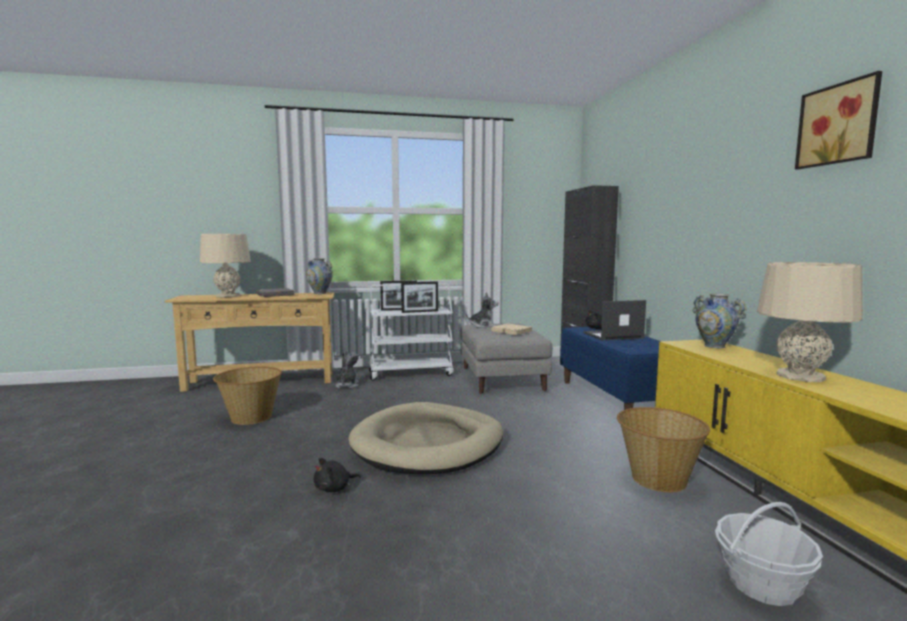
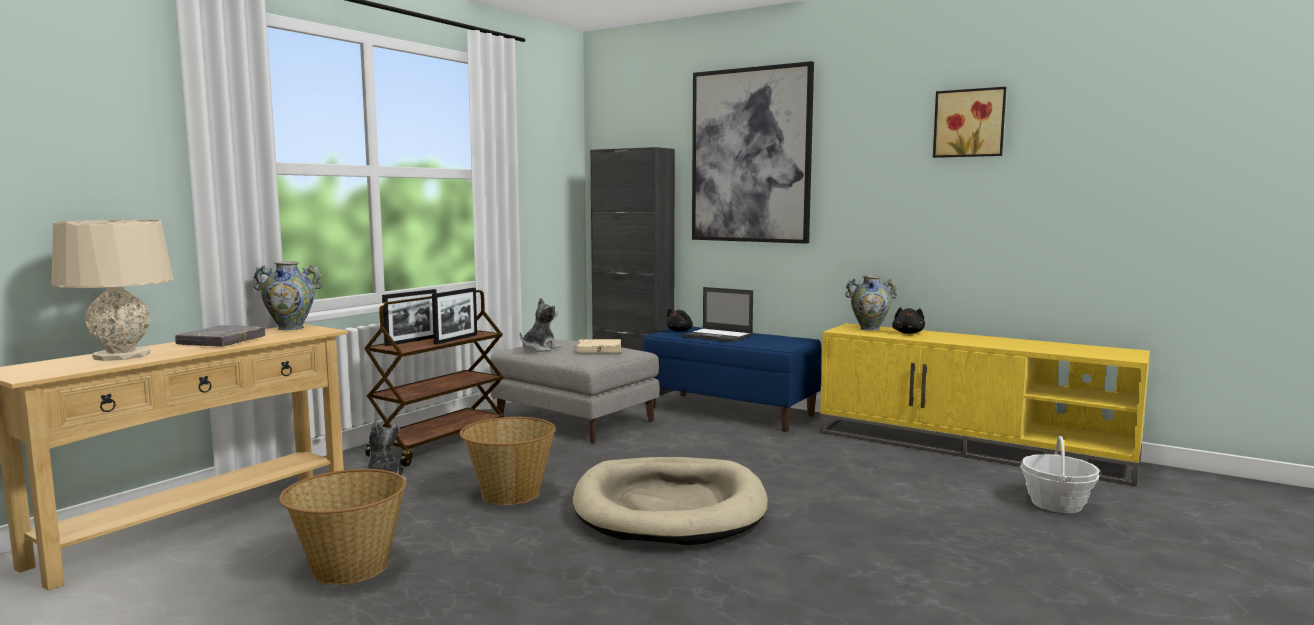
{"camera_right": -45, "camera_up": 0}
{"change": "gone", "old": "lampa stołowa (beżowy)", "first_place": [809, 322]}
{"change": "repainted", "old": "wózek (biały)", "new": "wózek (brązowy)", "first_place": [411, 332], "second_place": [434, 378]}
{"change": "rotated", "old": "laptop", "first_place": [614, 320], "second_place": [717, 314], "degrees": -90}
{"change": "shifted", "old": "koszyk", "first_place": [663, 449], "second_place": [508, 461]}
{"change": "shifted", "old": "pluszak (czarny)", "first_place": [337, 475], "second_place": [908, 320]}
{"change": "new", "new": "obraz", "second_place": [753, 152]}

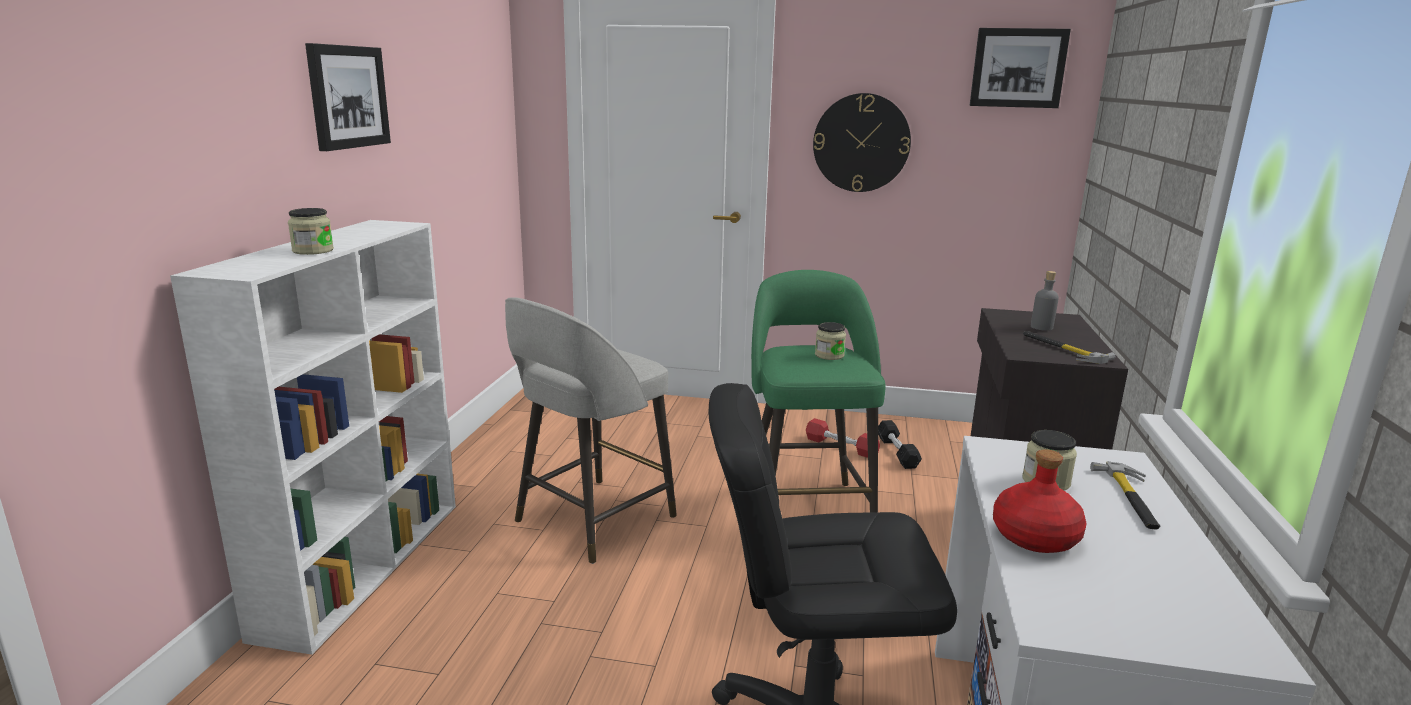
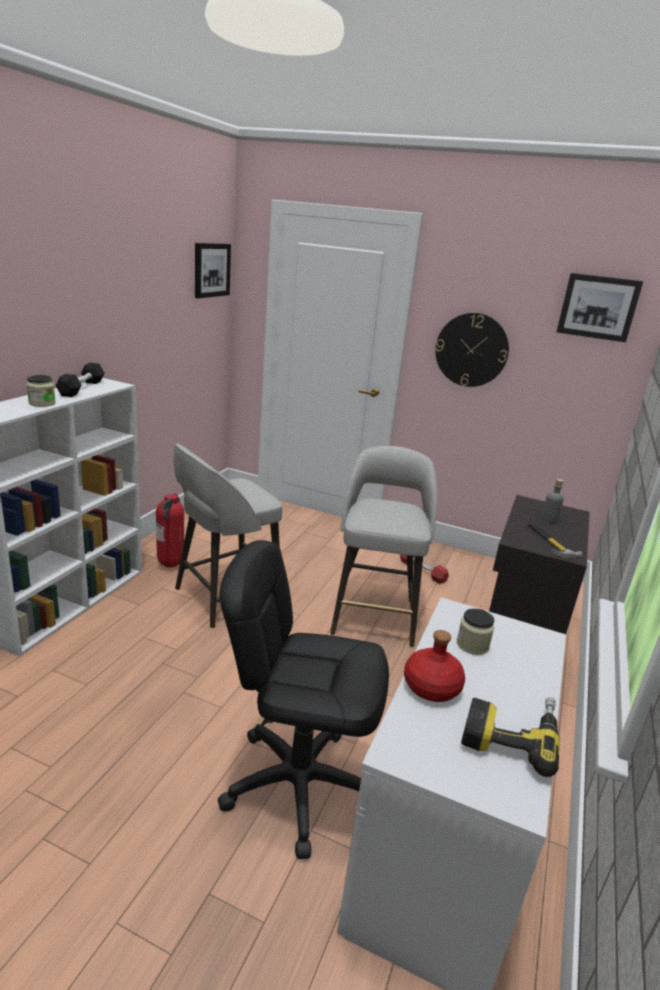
{"camera_right": 10, "camera_up": 5}
{"change": "shifted", "old": "obraz", "first_place": [348, 97], "second_place": [213, 270]}
{"change": "repainted", "old": "stołek (zielony)", "new": "stołek (szary)", "first_place": [818, 391], "second_place": [383, 546]}
{"change": "gone", "old": "słoik", "first_place": [830, 341]}
{"change": "shifted", "old": "hantel (czarny)", "first_place": [900, 444], "second_place": [80, 380]}
{"change": "gone", "old": "młotek", "first_place": [1125, 496]}
{"change": "new", "new": "gaśnica", "second_place": [170, 530]}
{"change": "new", "new": "wiertarka", "second_place": [510, 737]}

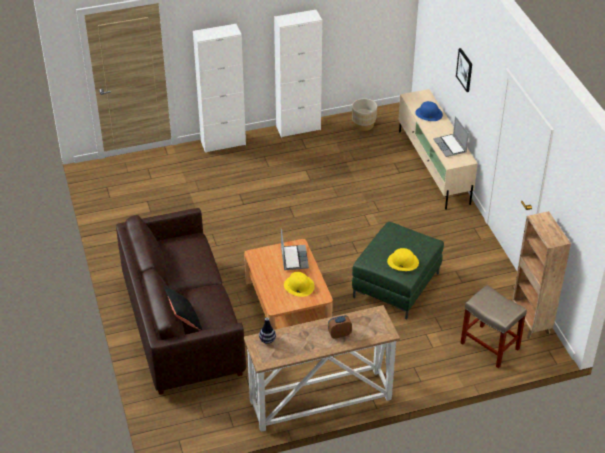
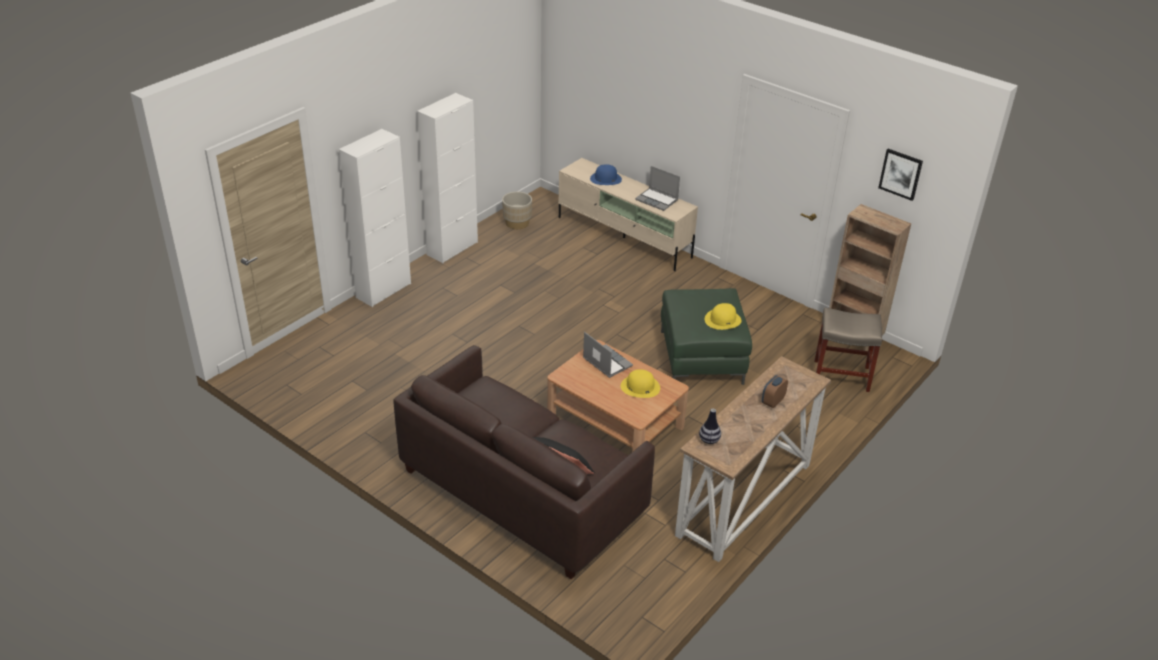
{"camera_right": -35, "camera_up": -5}
{"change": "shifted", "old": "obraz", "first_place": [464, 70], "second_place": [900, 175]}

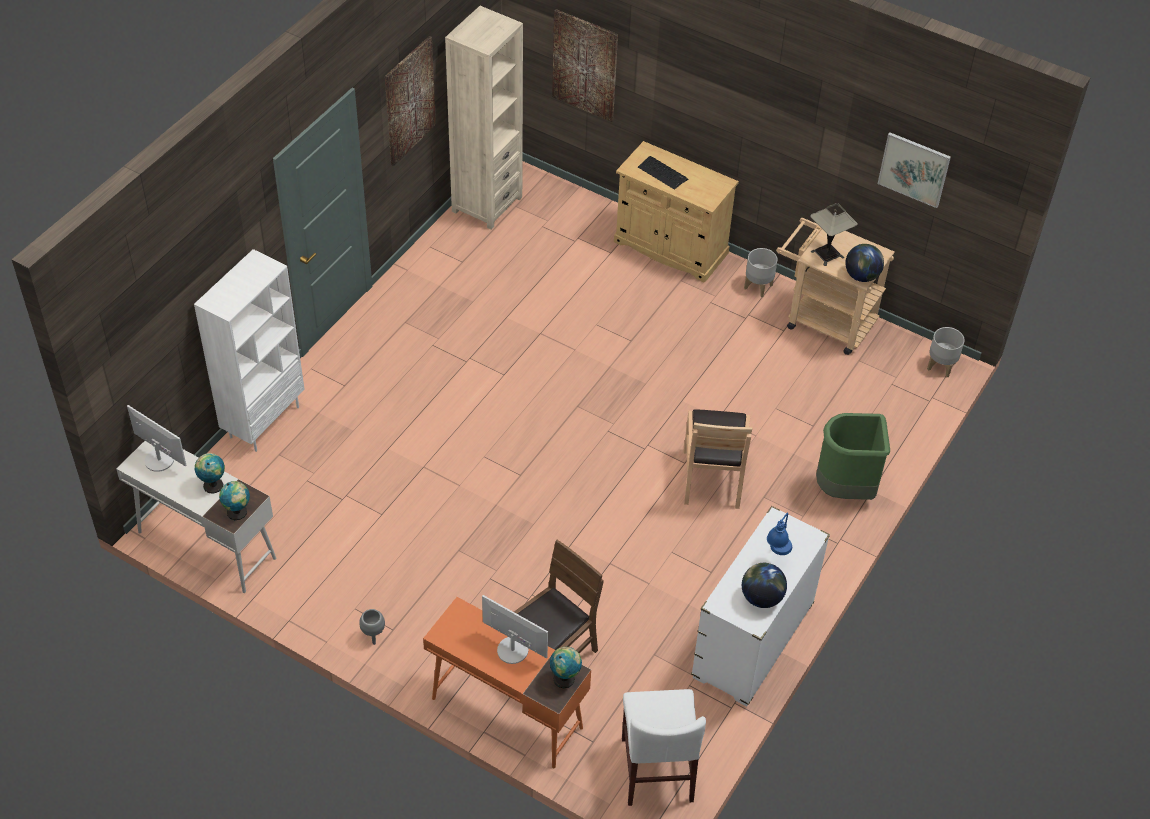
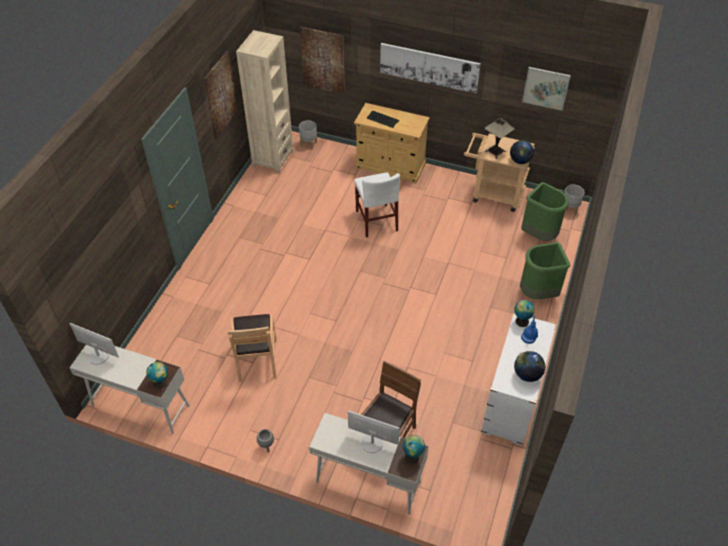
{"camera_right": -10, "camera_up": 0}
{"change": "shifted", "old": "donica (szary)", "first_place": [761, 272], "second_place": [308, 135]}
{"change": "gone", "old": "regał (biały)", "first_place": [249, 350]}
{"change": "shifted", "old": "krzesło (brązowy)", "first_place": [718, 459], "second_place": [252, 348]}
{"change": "shifted", "old": "globus", "first_place": [210, 473], "second_place": [524, 313]}
{"change": "repainted", "old": "biurko (pomarańczowy)", "new": "biurko (biały)", "first_place": [507, 682], "second_place": [369, 464]}
{"change": "shifted", "old": "krzesło (biały)", "first_place": [664, 747], "second_place": [377, 205]}
{"change": "new", "new": "obraz", "second_place": [430, 68]}
{"change": "new", "new": "kosz na śmieci (zielony)", "second_place": [545, 211]}

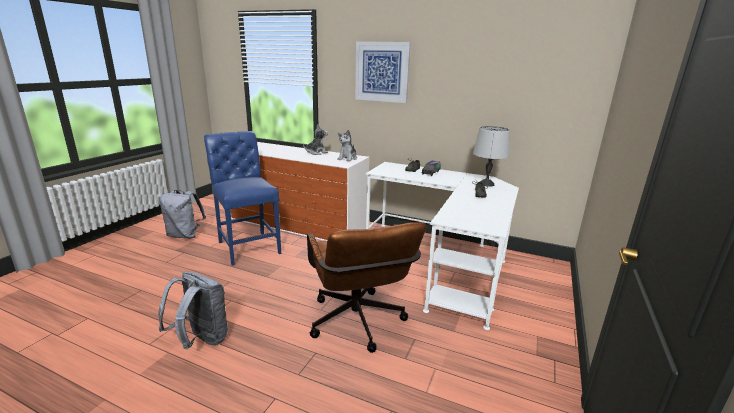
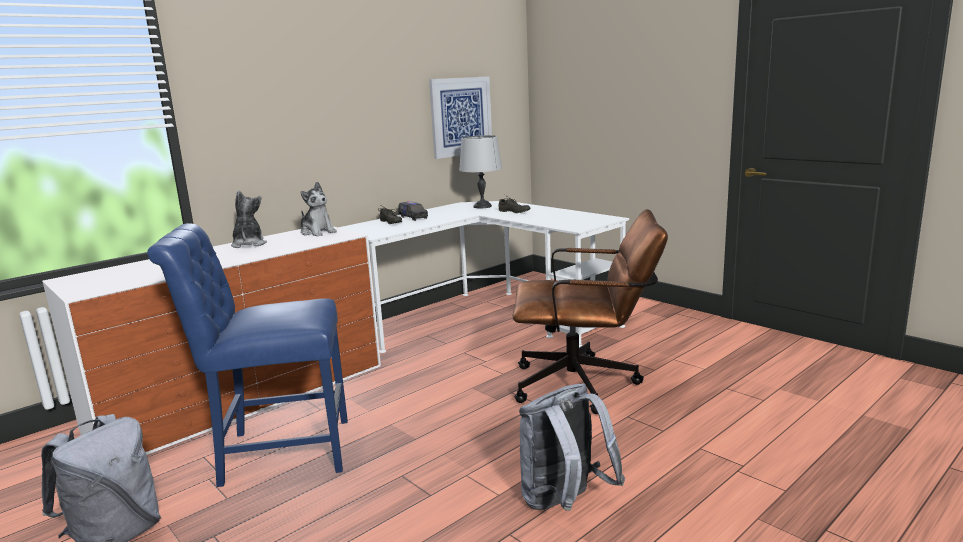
{"camera_right": -65, "camera_up": -5}
{"change": "shifted", "old": "obraz", "first_place": [383, 72], "second_place": [460, 117]}

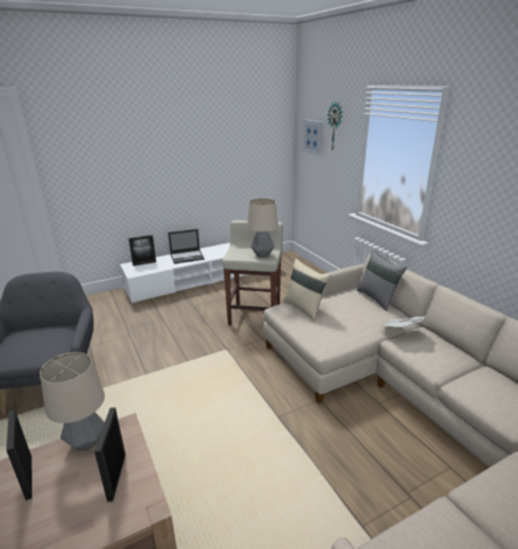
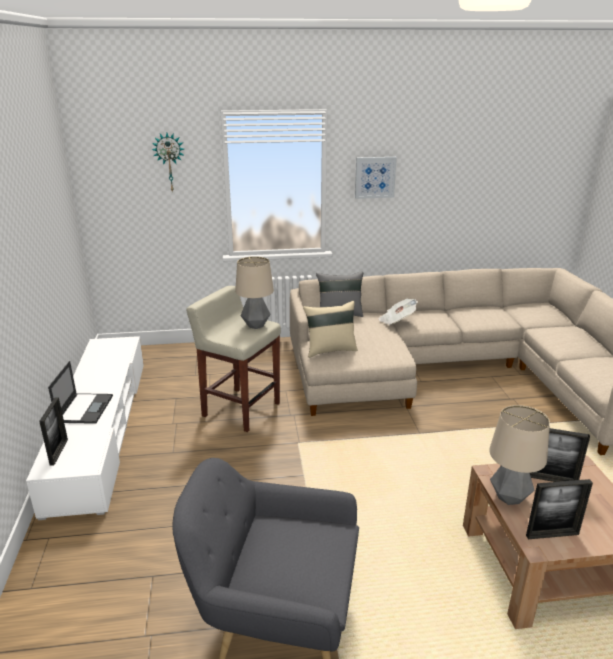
{"camera_right": -70, "camera_up": 0}
{"change": "shifted", "old": "obraz", "first_place": [312, 137], "second_place": [376, 178]}

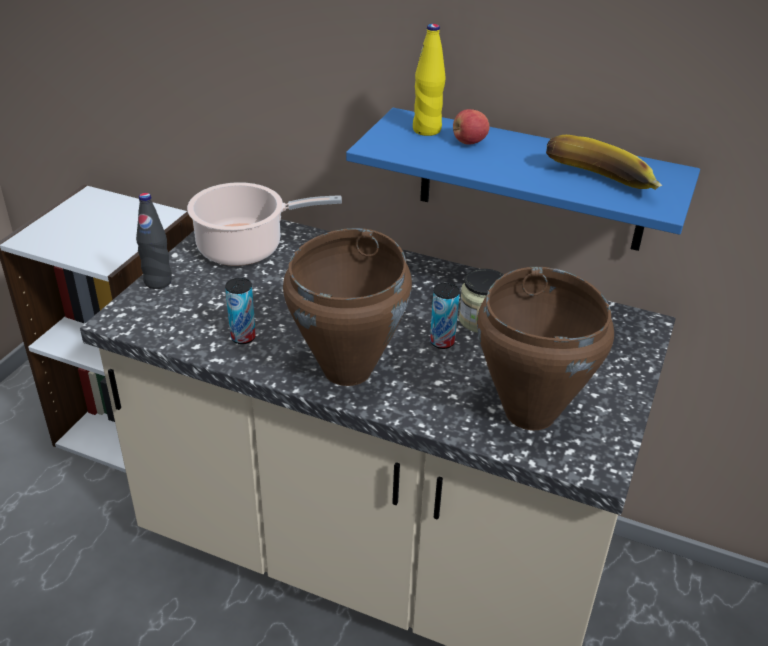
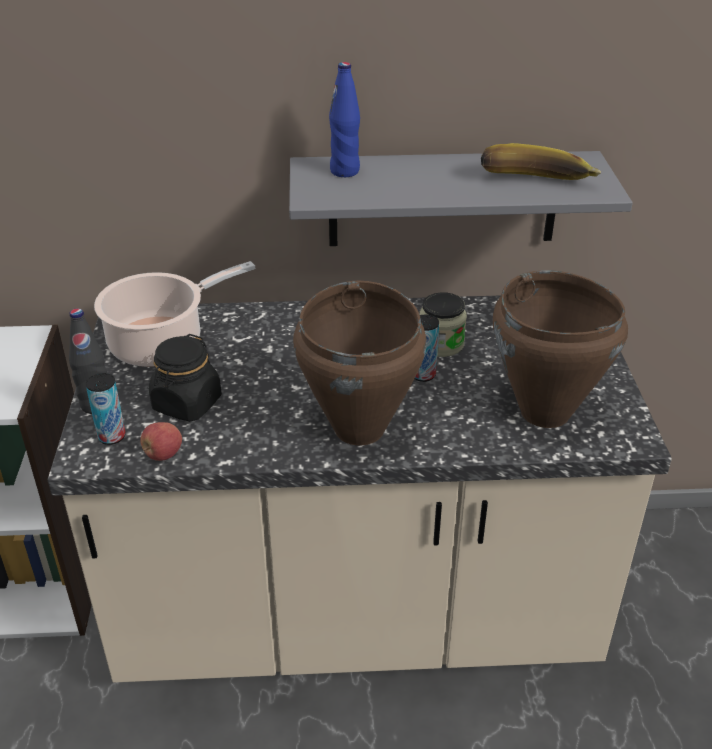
{"camera_right": -25, "camera_up": 0}
{"change": "repainted", "old": "butelka (żółty)", "new": "butelka (niebieski)", "first_place": [429, 80], "second_place": [344, 119]}
{"change": "repainted", "old": "półka (niebieski)", "new": "półka (szary)", "first_place": [523, 179], "second_place": [461, 198]}
{"change": "shifted", "old": "jabłko", "first_place": [471, 127], "second_place": [161, 441]}
{"change": "shifted", "old": "puszka", "first_place": [240, 311], "second_place": [105, 409]}
{"change": "new", "new": "słoik (czarny)", "second_place": [185, 378]}

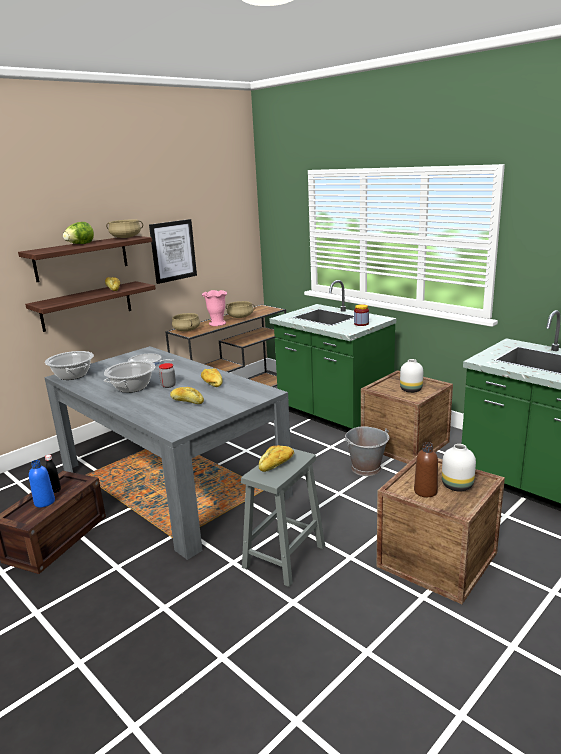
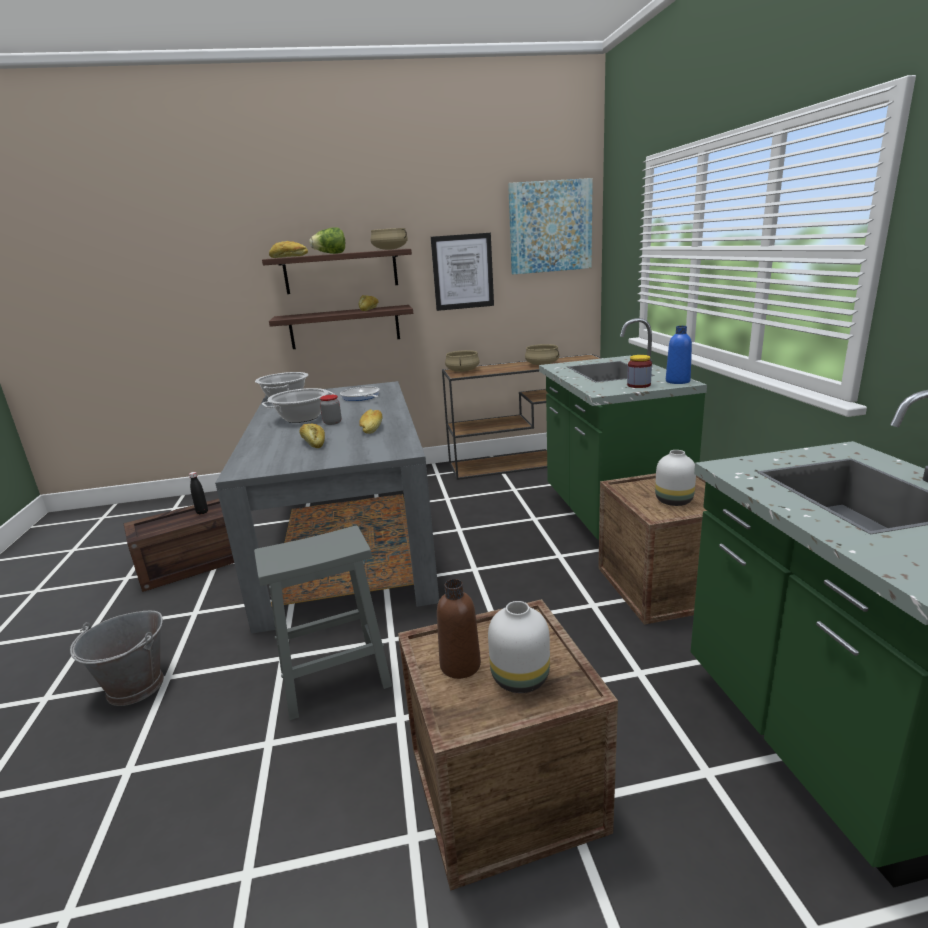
{"camera_right": 35, "camera_up": 0}
{"change": "gone", "old": "wazon (różowy)", "first_place": [214, 308]}
{"change": "shifted", "old": "wiadro (szary)", "first_place": [367, 451], "second_place": [117, 658]}
{"change": "shifted", "old": "chleb", "first_place": [276, 458], "second_place": [288, 249]}
{"change": "shifted", "old": "butelka (niebieski)", "first_place": [42, 484], "second_place": [679, 355]}
{"change": "new", "new": "obraz", "second_place": [550, 226]}

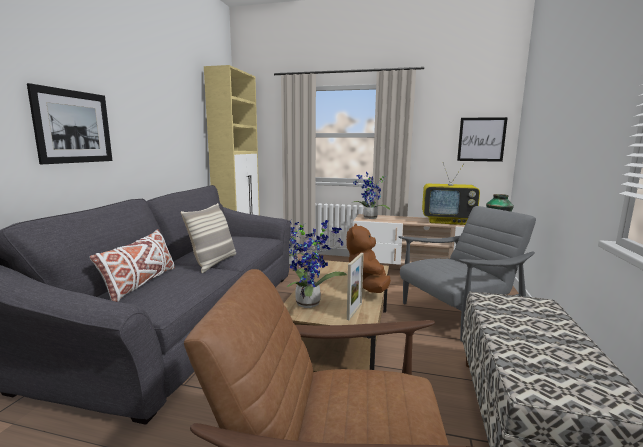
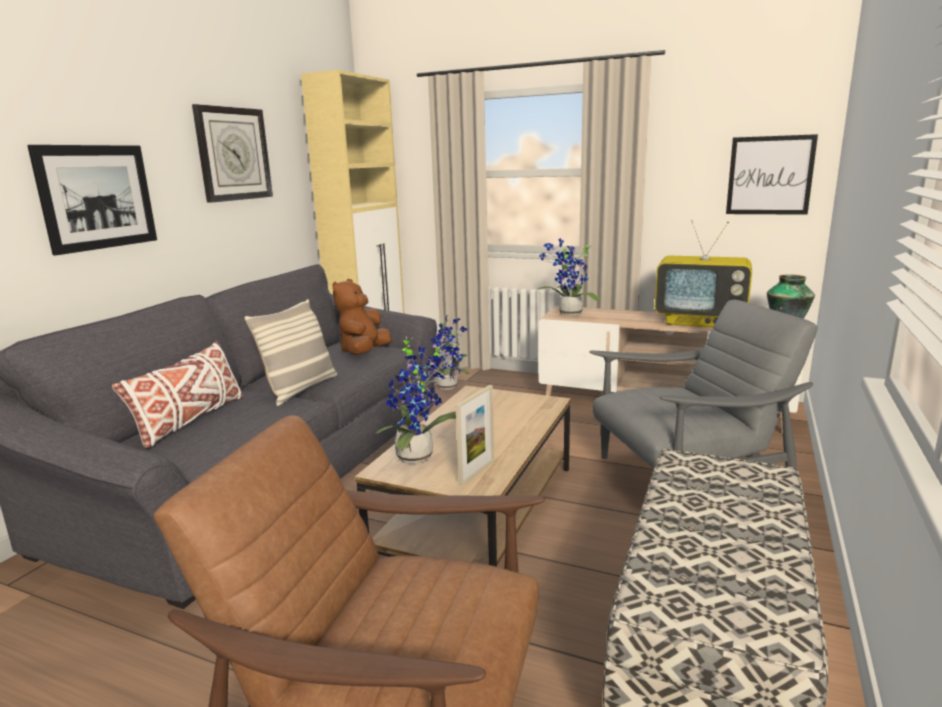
{"camera_right": 10, "camera_up": 5}
{"change": "shifted", "old": "pluszak (brązowy)", "first_place": [368, 258], "second_place": [362, 317]}
{"change": "new", "new": "zegar ścienny", "second_place": [232, 153]}

